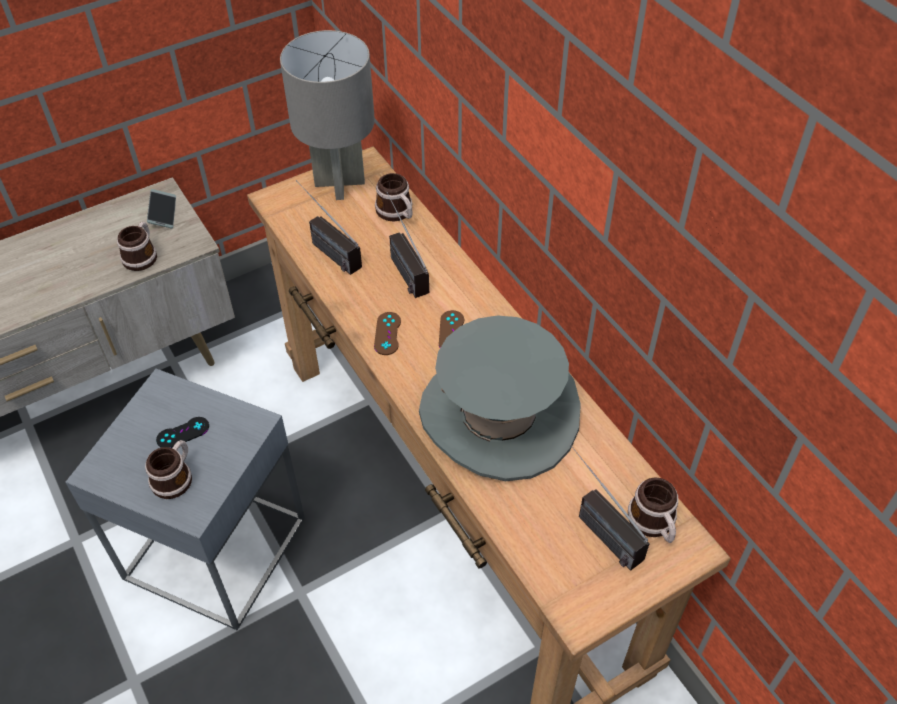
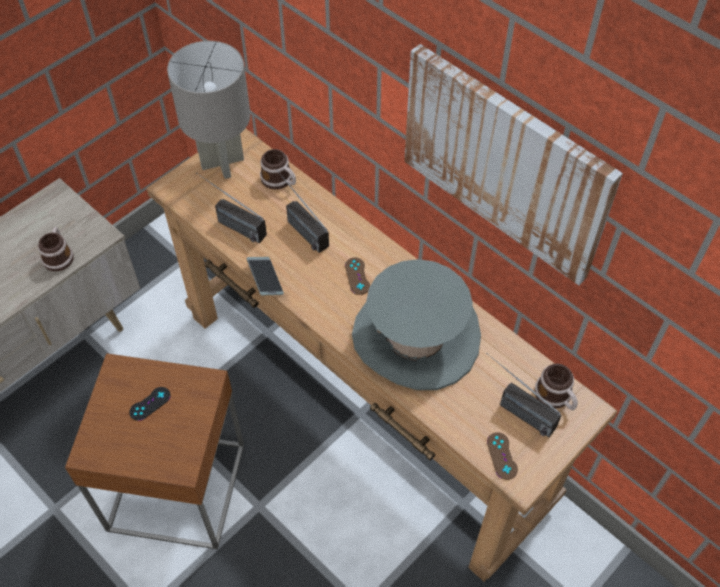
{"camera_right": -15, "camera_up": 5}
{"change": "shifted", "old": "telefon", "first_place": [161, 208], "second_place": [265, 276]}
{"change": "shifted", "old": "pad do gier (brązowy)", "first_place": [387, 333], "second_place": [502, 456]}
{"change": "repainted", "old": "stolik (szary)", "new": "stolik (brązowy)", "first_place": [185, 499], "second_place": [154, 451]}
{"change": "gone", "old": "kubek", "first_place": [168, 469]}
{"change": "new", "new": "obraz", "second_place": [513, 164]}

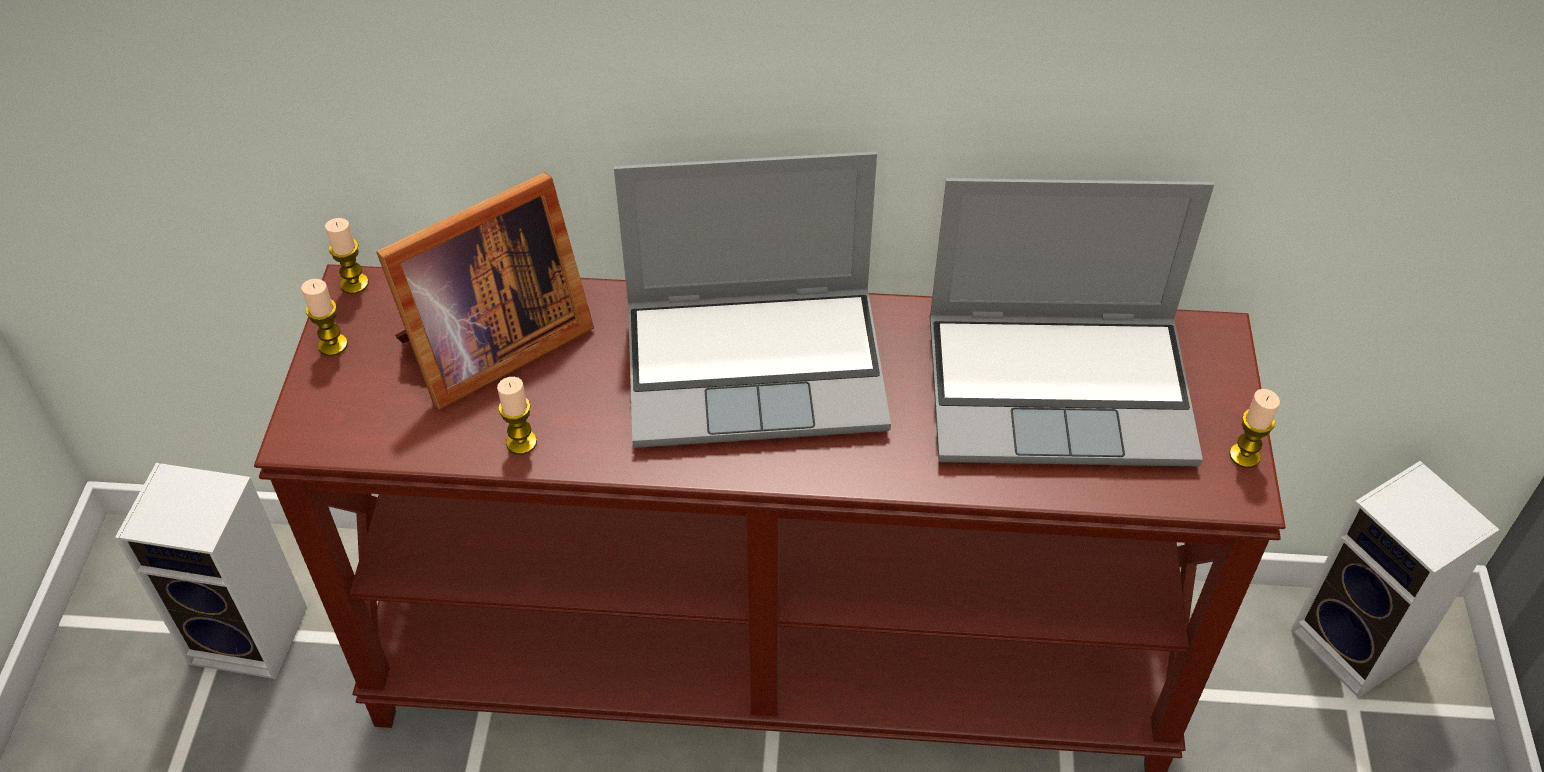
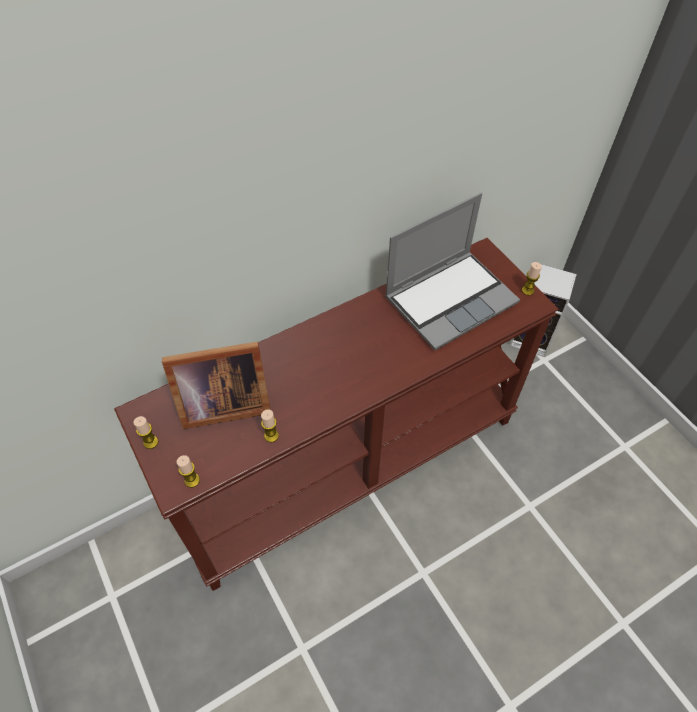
{"camera_right": -35, "camera_up": 5}
{"change": "gone", "old": "laptop", "first_place": [752, 300]}
{"change": "rotated", "old": "ramka na zdjęcie", "first_place": [485, 290], "second_place": [216, 385], "degrees": 60}
{"change": "shifted", "old": "świeca", "first_place": [347, 256], "second_place": [188, 471]}
{"change": "gone", "old": "głośnik", "first_place": [211, 571]}

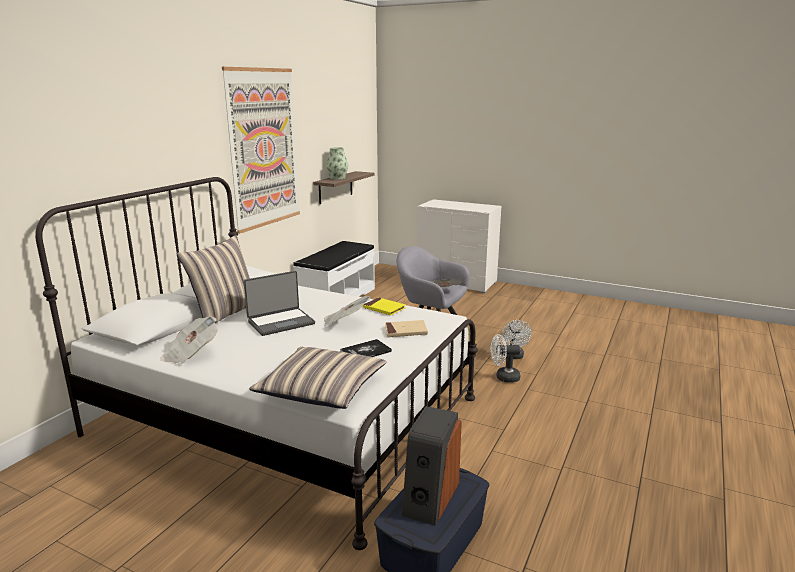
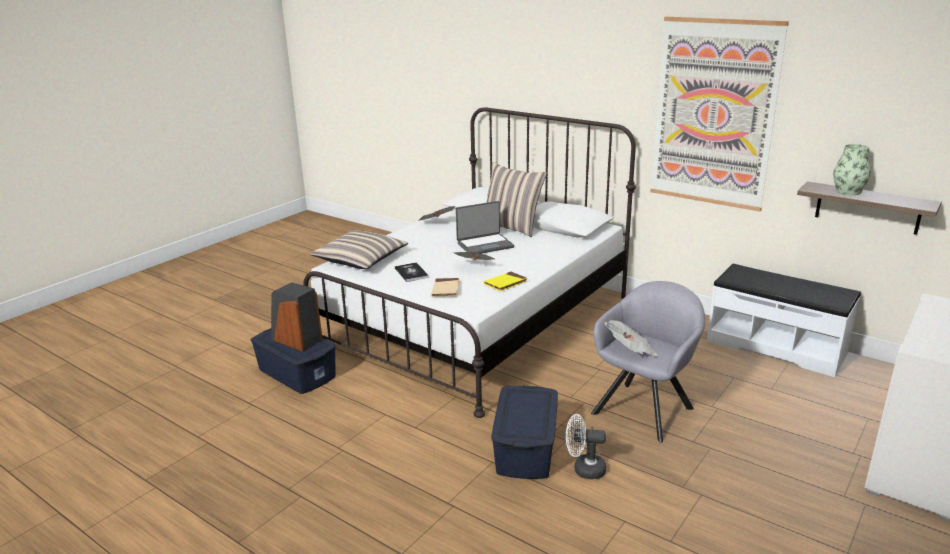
{"camera_right": 100, "camera_up": 5}
{"change": "rotated", "old": "laptop", "first_place": [279, 303], "second_place": [485, 227], "degrees": -90}
{"change": "swapped", "old": "wentylator (biały)", "new": "pojemnik do przechowywania (niebieski)", "first_place": [506, 358], "second_place": [524, 432]}

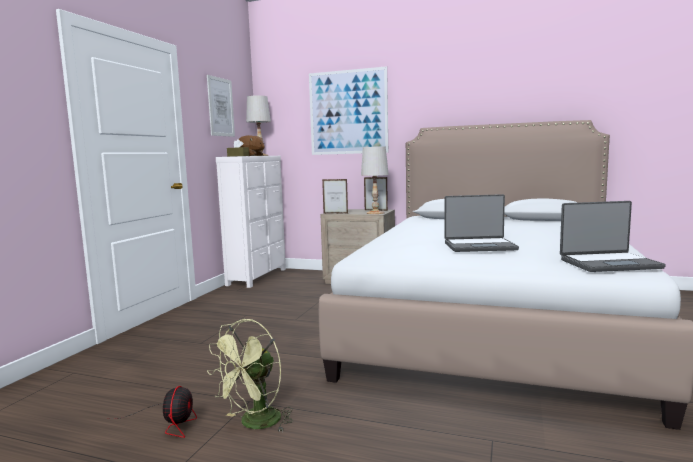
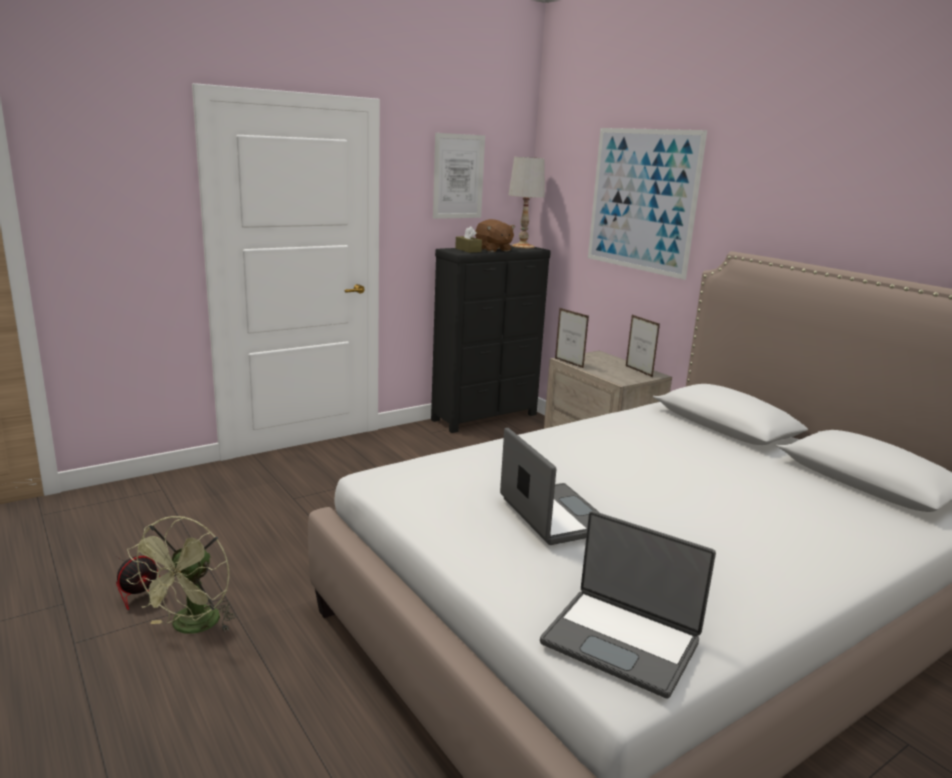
{"camera_right": 35, "camera_up": 10}
{"change": "gone", "old": "lampa stołowa (biały)", "first_place": [375, 180]}
{"change": "repainted", "old": "komoda (biały)", "new": "komoda (czarny)", "first_place": [251, 222], "second_place": [491, 339]}
{"change": "rotated", "old": "laptop", "first_place": [481, 223], "second_place": [550, 486], "degrees": -150}
{"change": "rotated", "old": "wentylator (zielony)", "first_place": [250, 376], "second_place": [181, 575], "degrees": -60}

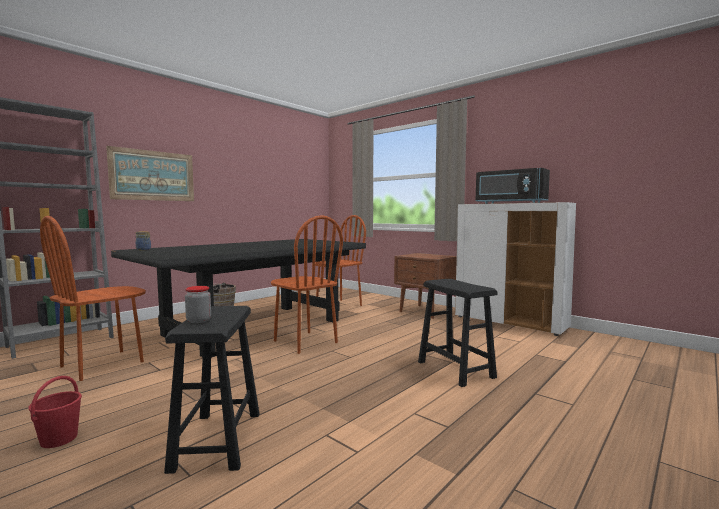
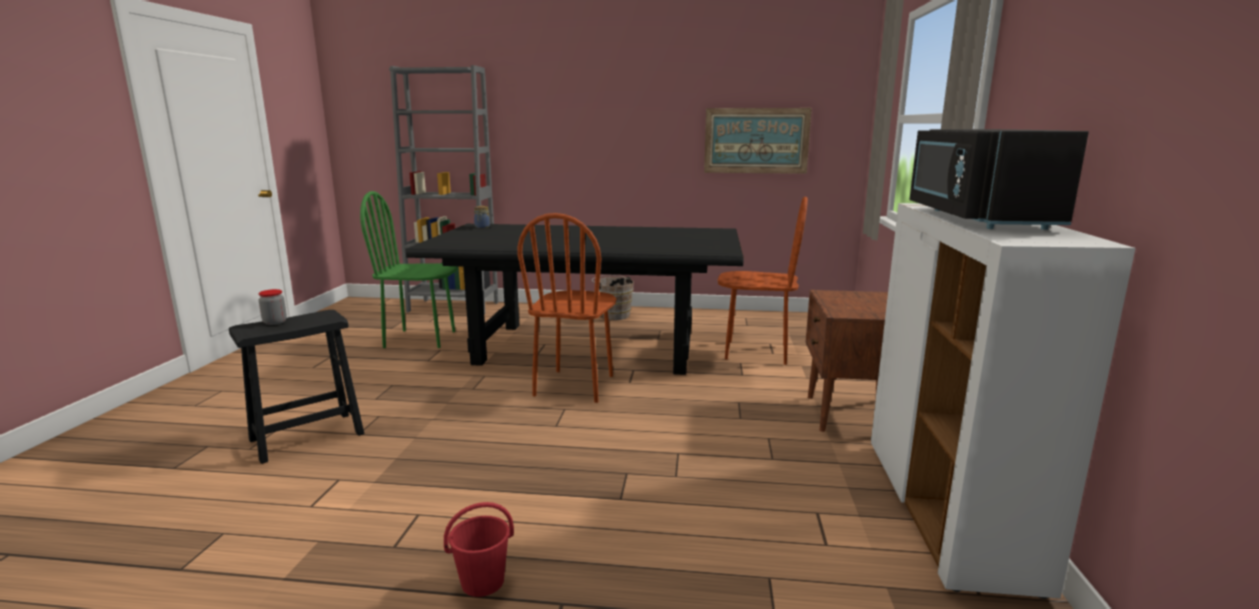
{"camera_right": 55, "camera_up": 10}
{"change": "shifted", "old": "obraz", "first_place": [150, 173], "second_place": [758, 141]}
{"change": "repainted", "old": "krzesło (brązowy)", "new": "krzesło (zielony)", "first_place": [93, 298], "second_place": [408, 269]}
{"change": "gone", "old": "stołek (czarny)", "first_place": [458, 333]}
{"change": "shifted", "old": "wiadro (czerwony)", "first_place": [55, 412], "second_place": [479, 549]}

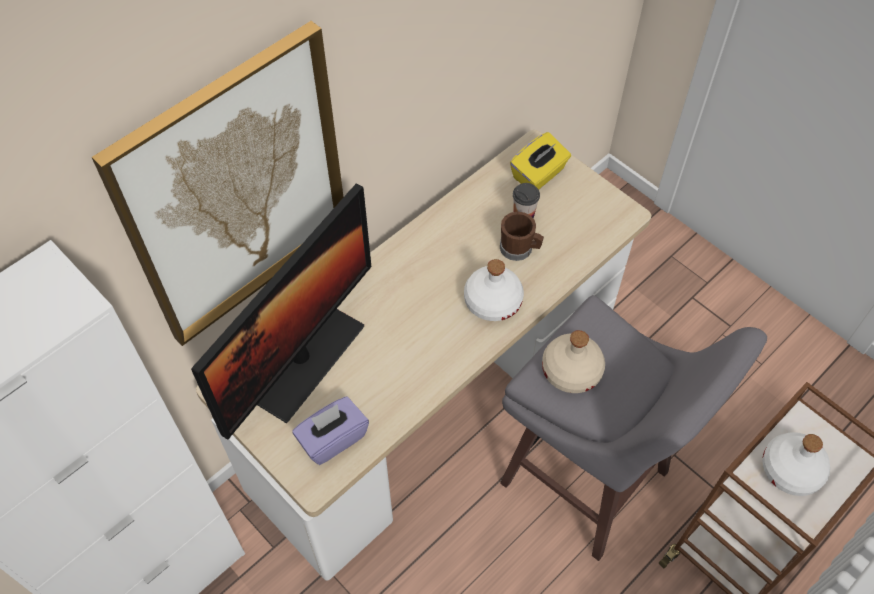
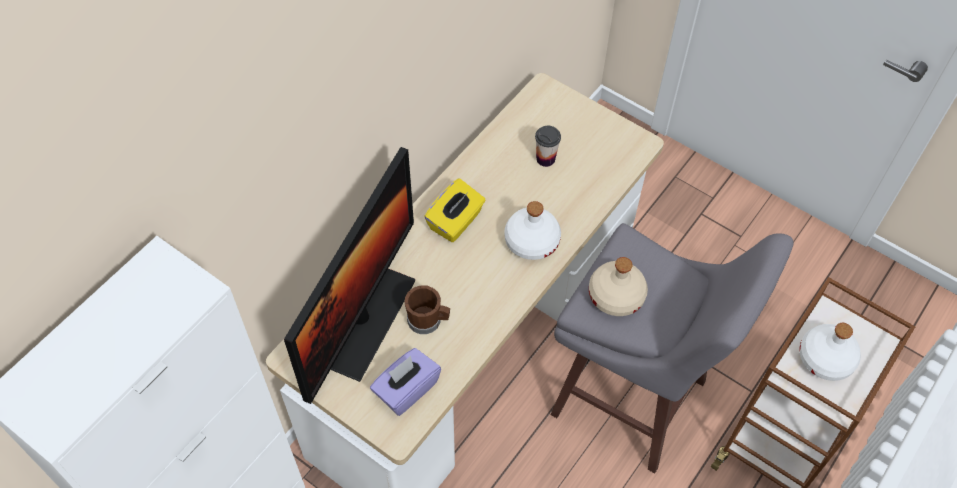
{"camera_right": -10, "camera_up": 0}
{"change": "gone", "old": "obraz", "first_place": [217, 183]}
{"change": "shifted", "old": "pudełko chusteczek (żółty)", "first_place": [540, 161], "second_place": [455, 210]}
{"change": "shifted", "old": "kubek (brązowy)", "first_place": [522, 236], "second_place": [427, 309]}

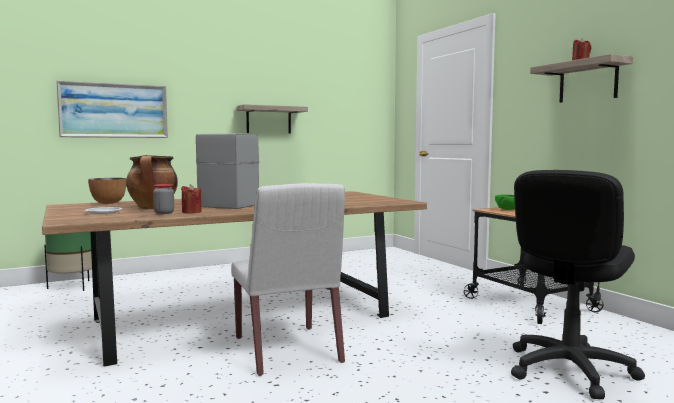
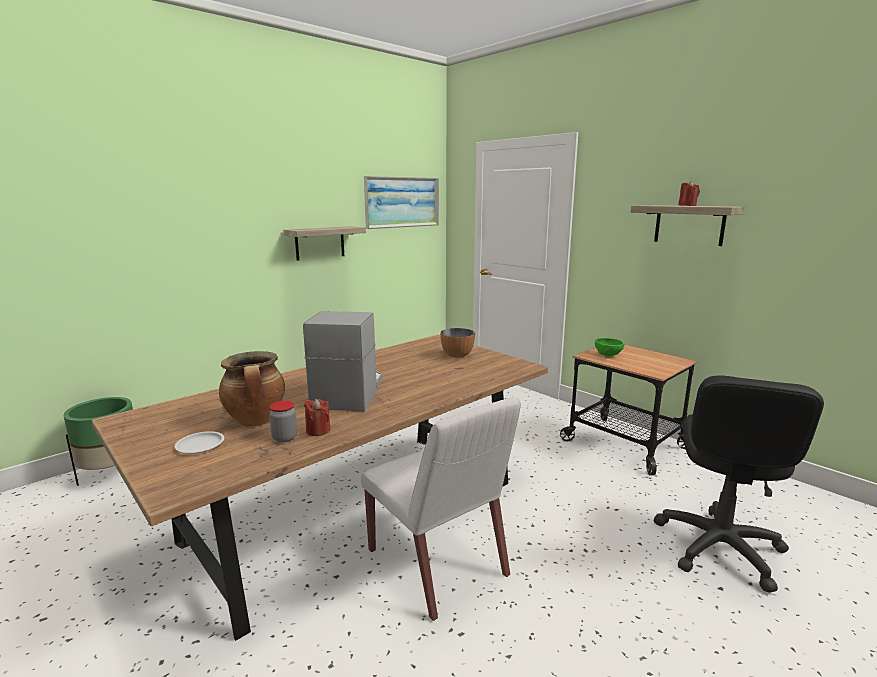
{"camera_right": -15, "camera_up": 10}
{"change": "shifted", "old": "obraz", "first_place": [112, 109], "second_place": [401, 202]}
{"change": "shifted", "old": "miska", "first_place": [107, 191], "second_place": [457, 343]}

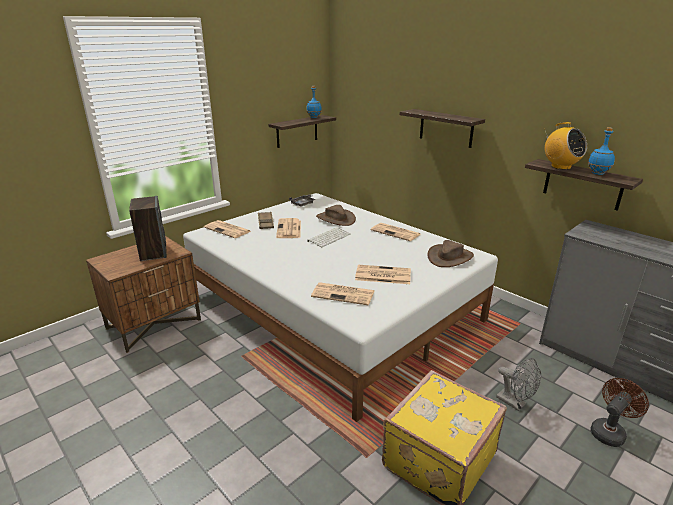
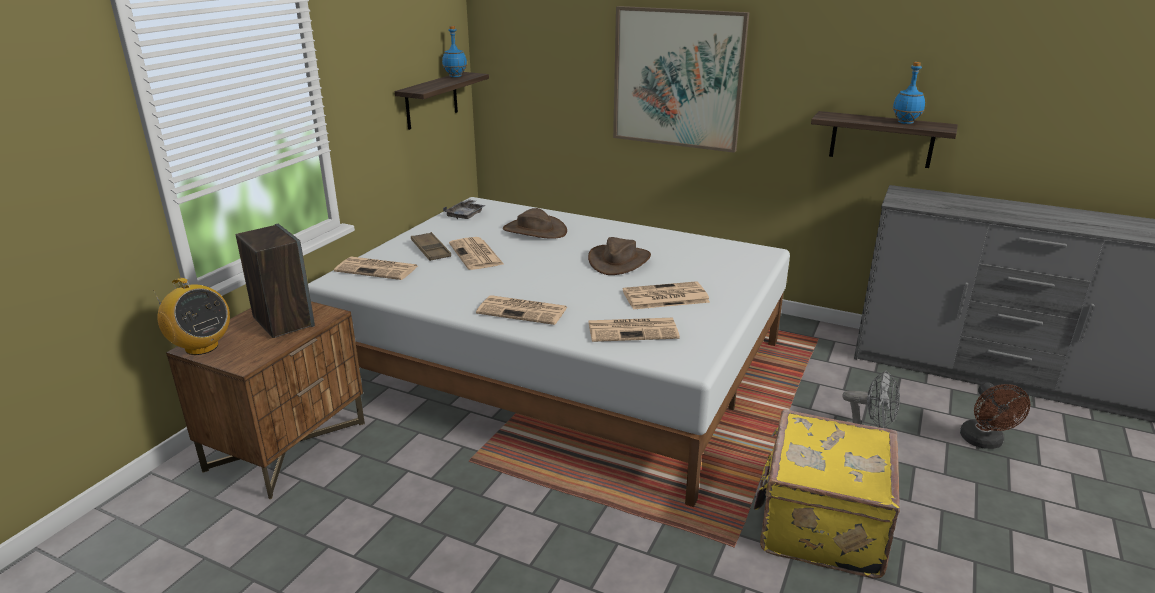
{"camera_right": -20, "camera_up": 0}
{"change": "swapped", "old": "półka", "new": "obraz", "first_place": [442, 128], "second_place": [681, 79]}
{"change": "shifted", "old": "radio", "first_place": [566, 146], "second_place": [191, 316]}
{"change": "shifted", "old": "gazeta", "first_place": [395, 232], "second_place": [521, 310]}
{"change": "gone", "old": "klawiatura", "first_place": [329, 237]}
{"change": "shifted", "old": "kapelusz (brązowy)", "first_place": [450, 253], "second_place": [619, 256]}
{"change": "rotated", "old": "wentylator (brązowy)", "first_place": [619, 412], "second_place": [995, 415], "degrees": 150}

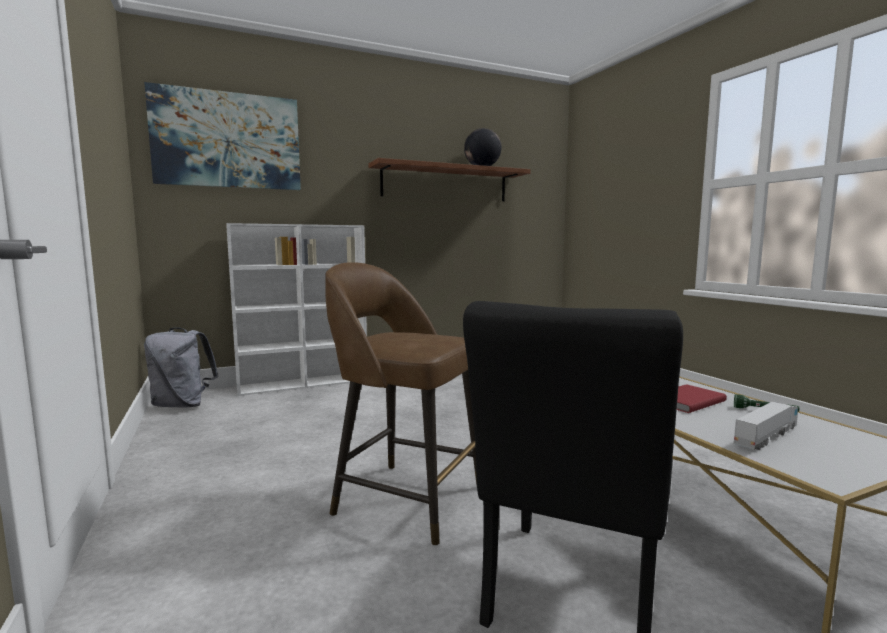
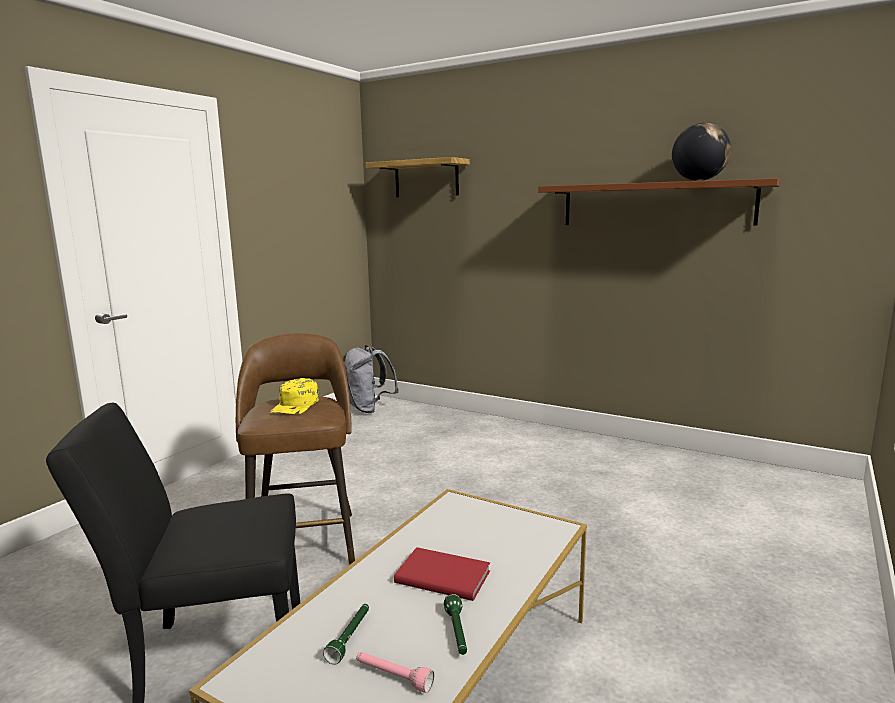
{"camera_right": 55, "camera_up": 5}
{"change": "swapped", "old": "obraz", "new": "półka", "first_place": [222, 136], "second_place": [417, 177]}
{"change": "gone", "old": "regał (biały)", "first_place": [296, 309]}
{"change": "swapped", "old": "ciężarówka zabawkowa", "new": "latarka (zielony)", "first_place": [765, 426], "second_place": [346, 634]}
{"change": "new", "new": "czapka z daszkiem (żółty)", "second_place": [294, 396]}
{"change": "new", "new": "latarka (różowy)", "second_place": [395, 672]}

